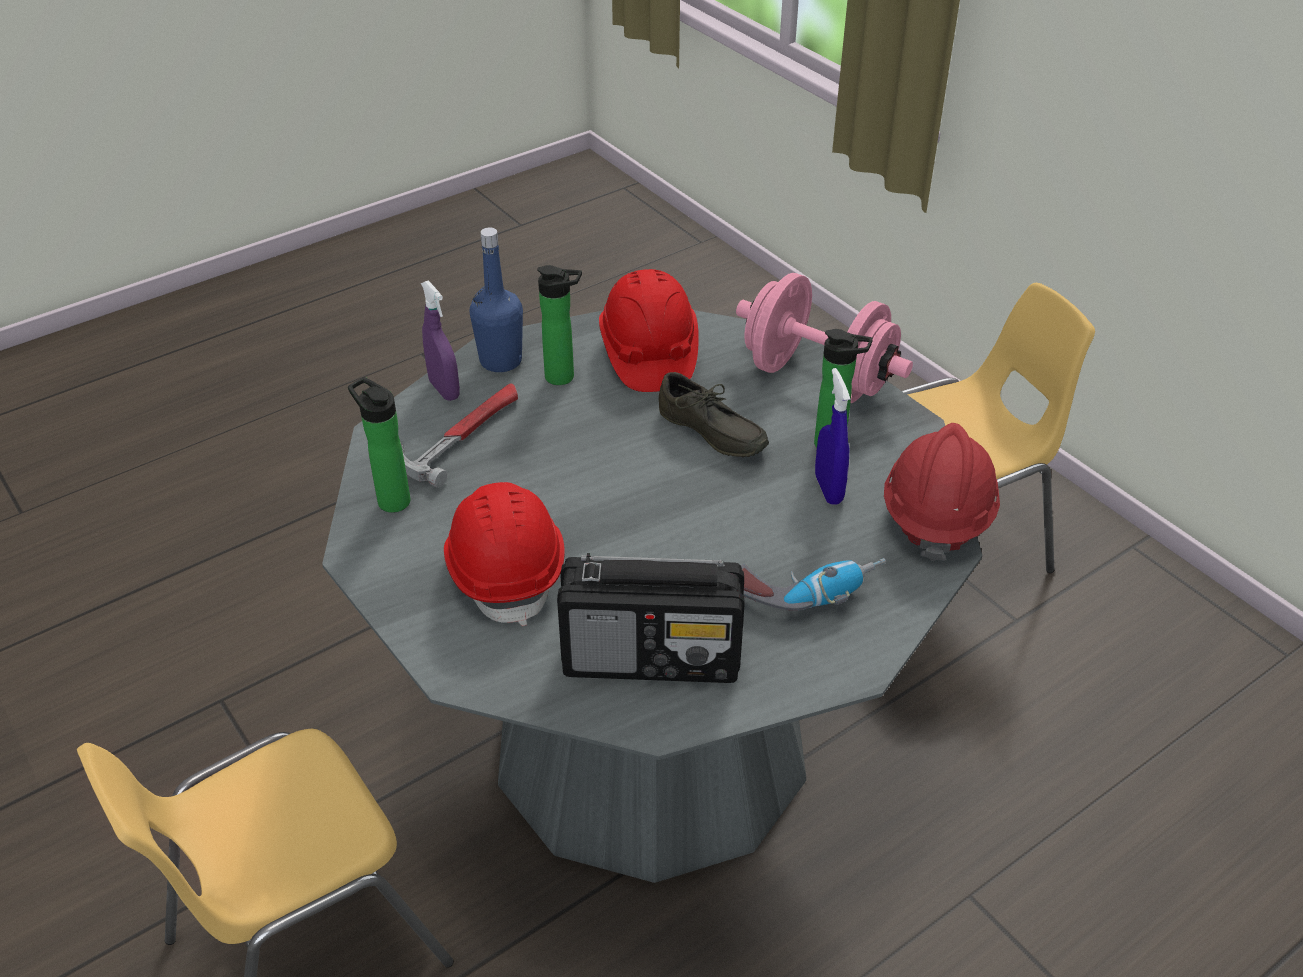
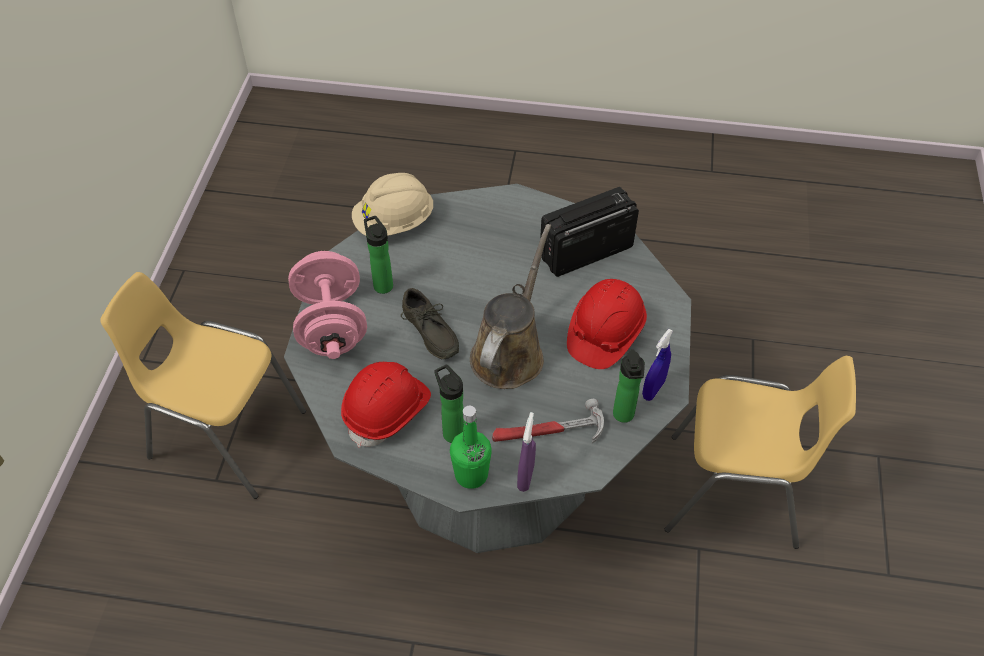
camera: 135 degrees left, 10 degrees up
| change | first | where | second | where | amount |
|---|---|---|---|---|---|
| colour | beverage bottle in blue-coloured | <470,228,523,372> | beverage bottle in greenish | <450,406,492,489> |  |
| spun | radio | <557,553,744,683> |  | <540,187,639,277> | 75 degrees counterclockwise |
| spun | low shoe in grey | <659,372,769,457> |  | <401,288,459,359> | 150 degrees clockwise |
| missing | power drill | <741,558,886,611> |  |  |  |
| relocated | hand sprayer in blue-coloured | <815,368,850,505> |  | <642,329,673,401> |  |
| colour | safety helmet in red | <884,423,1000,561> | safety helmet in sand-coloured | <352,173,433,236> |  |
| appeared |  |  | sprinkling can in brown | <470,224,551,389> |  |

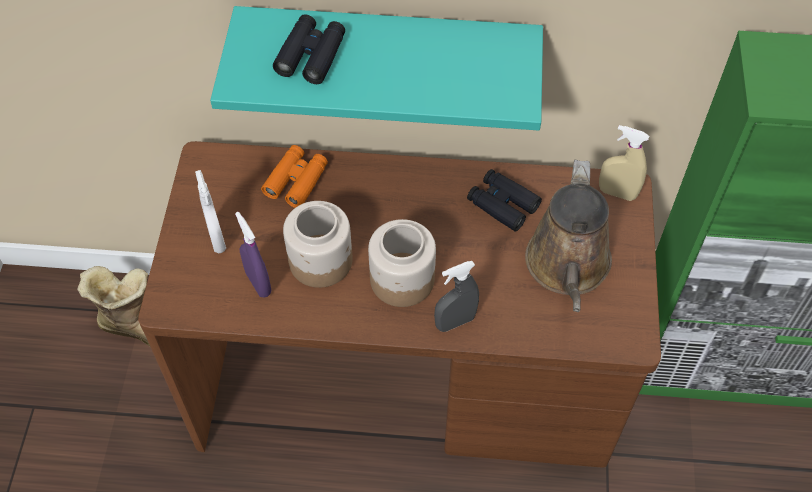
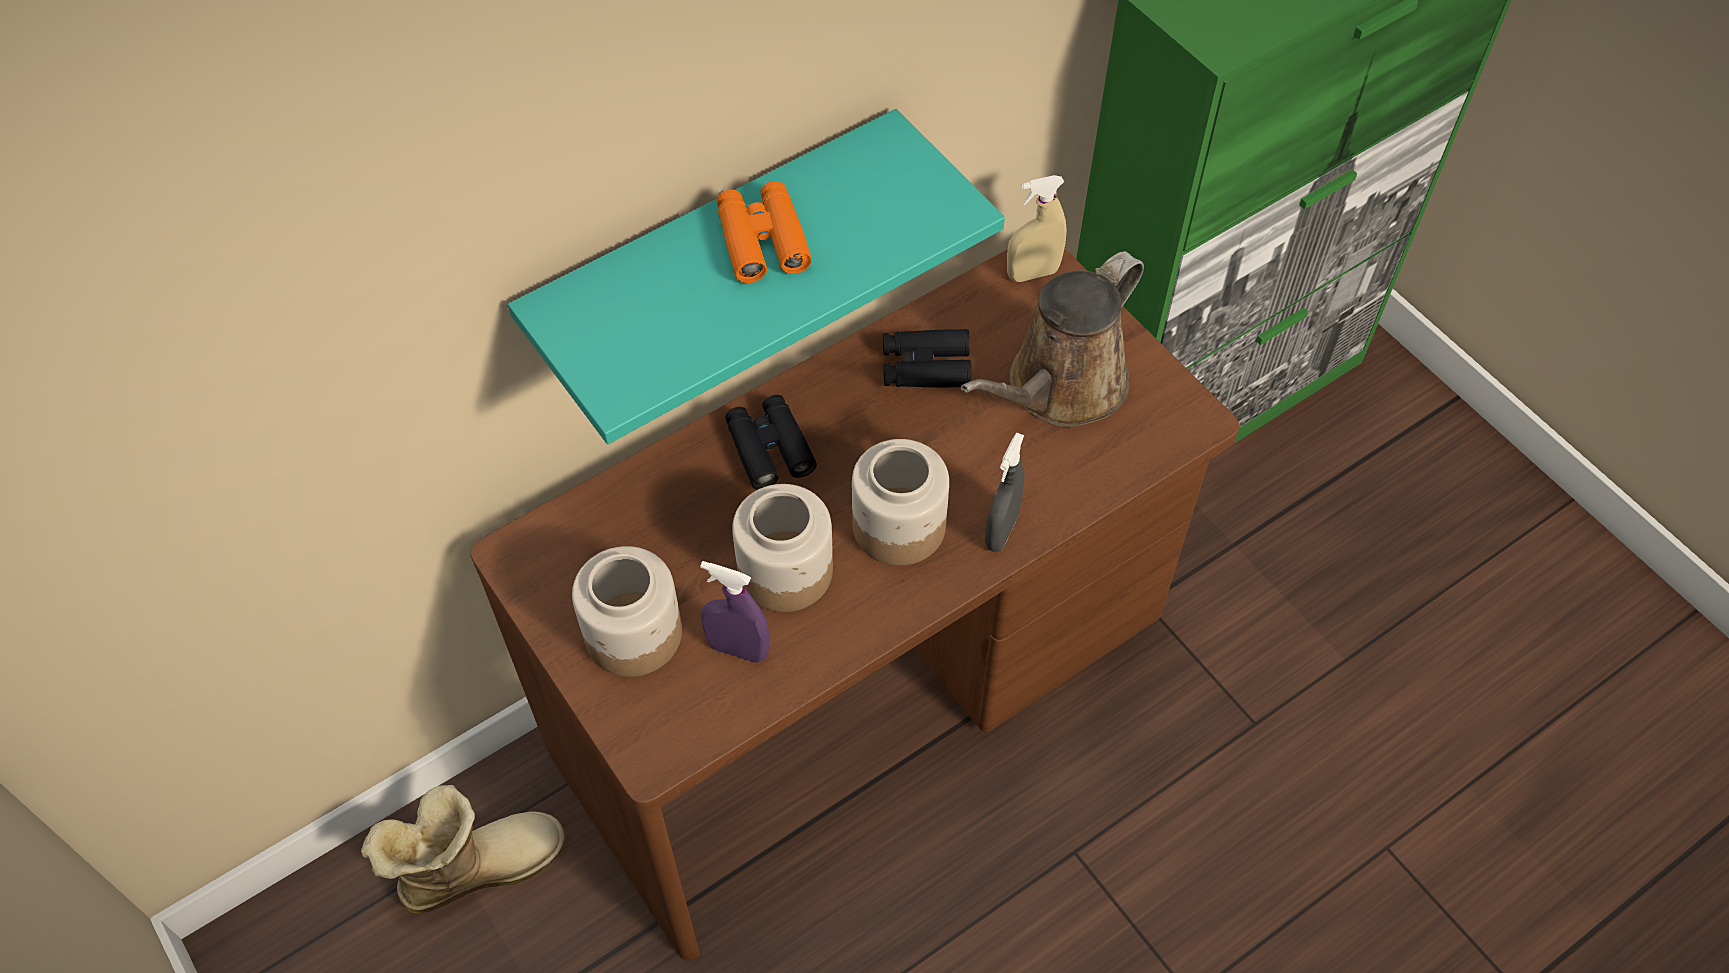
camera: 40 degrees left, 0 degrees up
| change | first | where | second | where | amount |
|---|---|---|---|---|---|
| exchanged | hand sprayer in white-coloured | <195,170,226,253> | preserve jar | <572,546,682,677> |  |
| relocated | pair of binoculars in orange | <261,145,328,208> |  | <716,181,812,283> |  |
| relocated | pair of binoculars in blackish | <273,14,345,84> |  | <725,395,817,490> |  |
| spun | sprinkling can in brown | <525,160,612,312> |  | <961,251,1144,427> | 75 degrees clockwise |

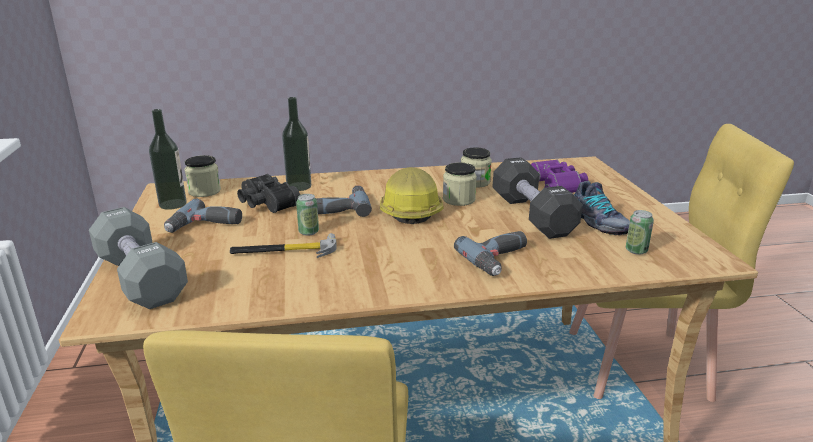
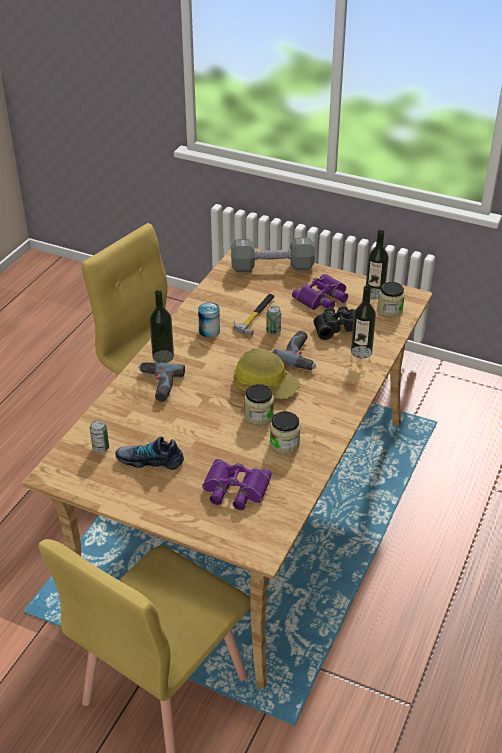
camera: 125 degrees right, 15 degrees up
| change | first | where | second | where | amount |
|---|---|---|---|---|---|
| exchanged | power drill | <164,198,242,233> | pair of binoculars in purplish | <292,274,348,310> |  |
| missing | hand weight in blackish | <493,157,583,239> |  |  |  |
| appeared |  |  | beverage bottle | <149,290,174,363> |  |
| appeared |  |  | sealed can | <198,302,220,338> |  |

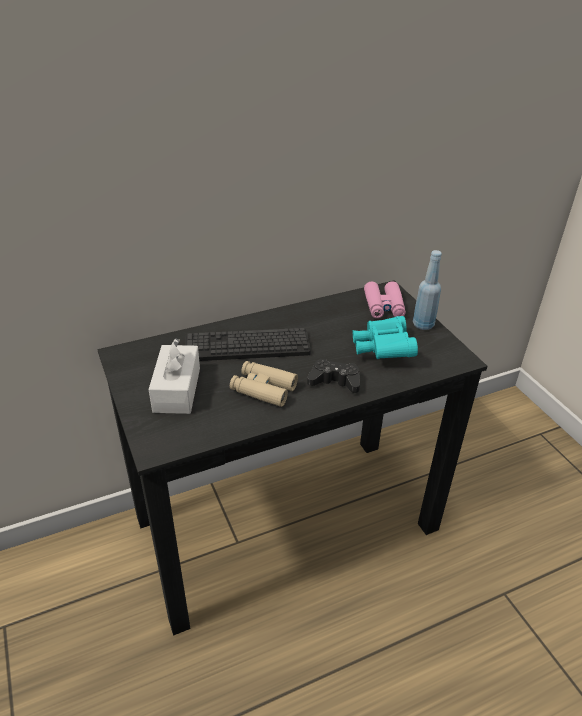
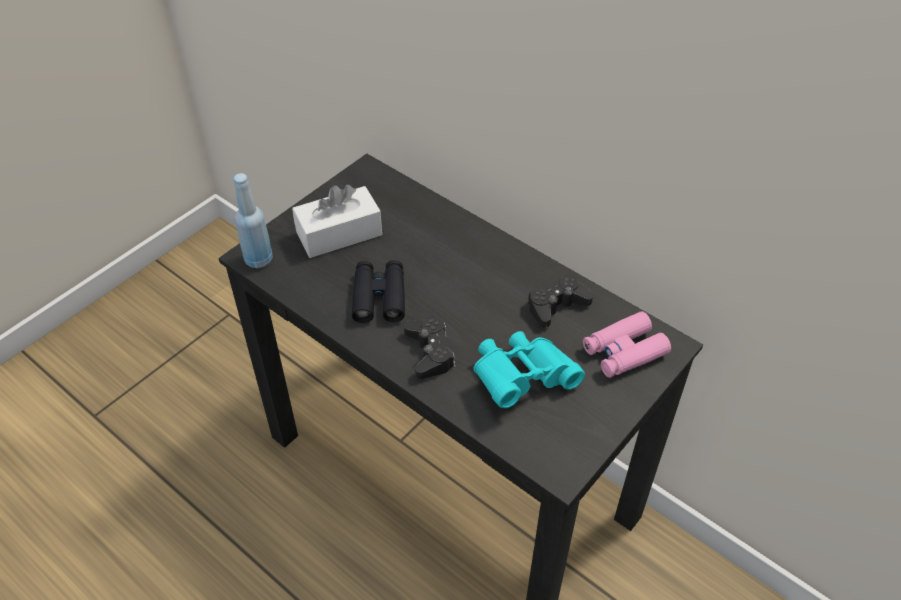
camera: 65 degrees right, 10 degrees up
| change | first | where | second | where | amount |
|---|---|---|---|---|---|
| missing | computer keyboard | <185,328,311,361> |  |  |  |
| colour | pair of binoculars in sand-coloured | <230,361,298,407> | pair of binoculars in blackish | <352,260,405,323> |  |
| relocated | beverage bottle in blue-coloured | <413,250,442,330> |  | <233,173,273,268> |  |
| appeared |  |  | game controller in blackish | <528,274,593,328> |  |

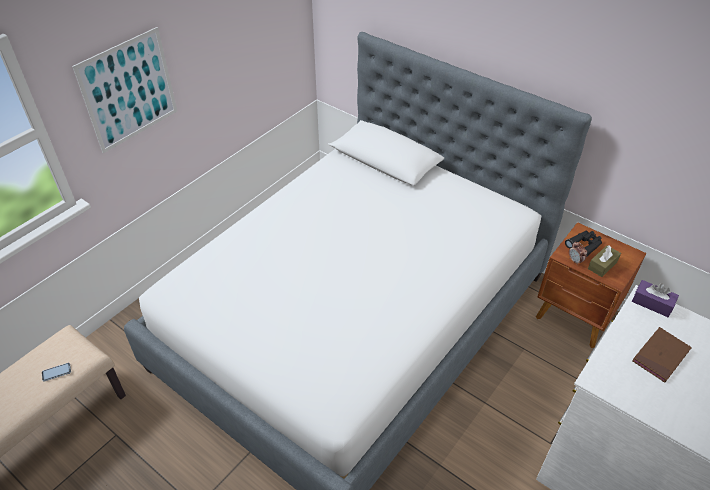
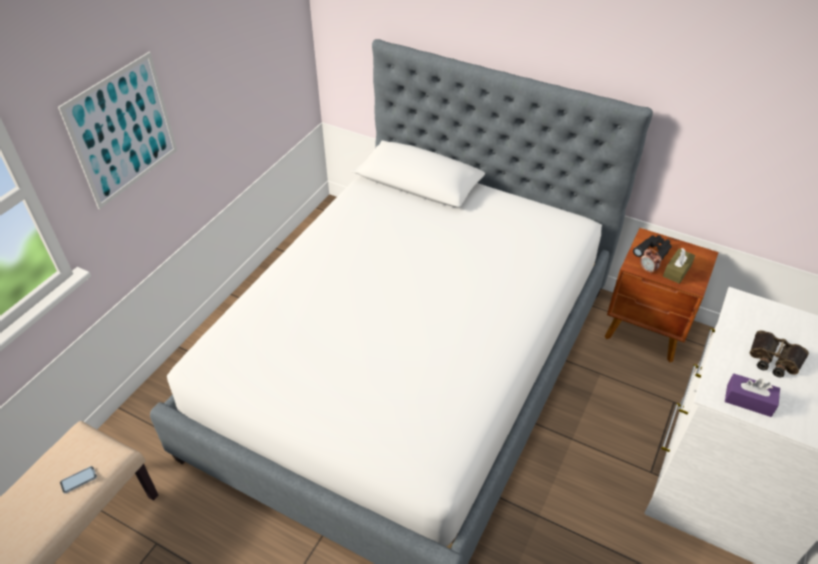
camera: 10 degrees left, 0 degrees up
| change | first | where | second | where | amount |
|---|---|---|---|---|---|
| relocated | tissue holder in purplish | <632,280,679,317> |  | <725,374,780,417> |  |
| exchanged | book in brown | <632,327,692,382> | pair of binoculars | <750,330,809,377> |  |

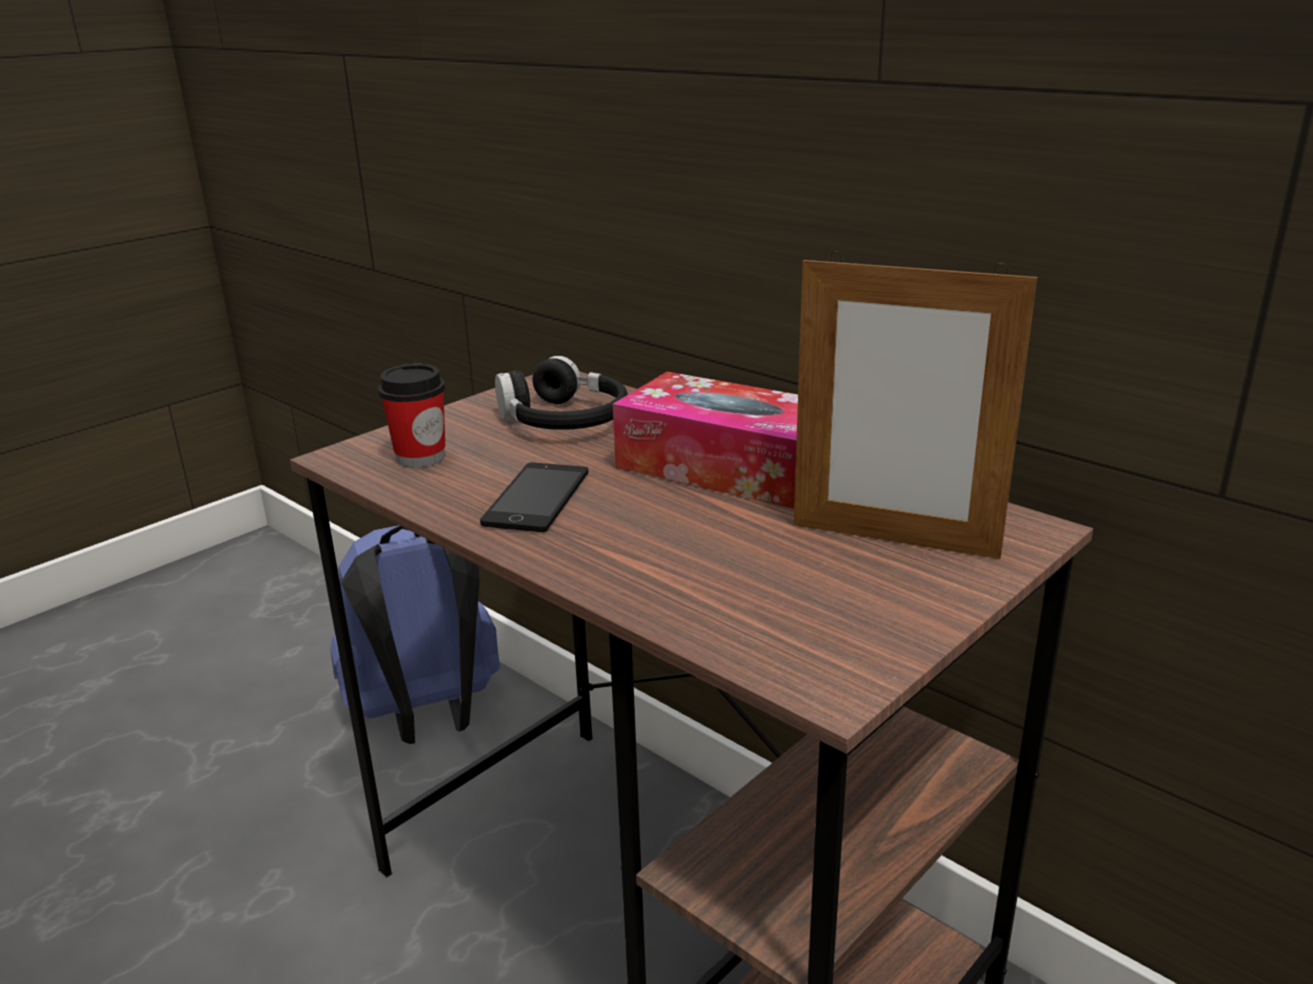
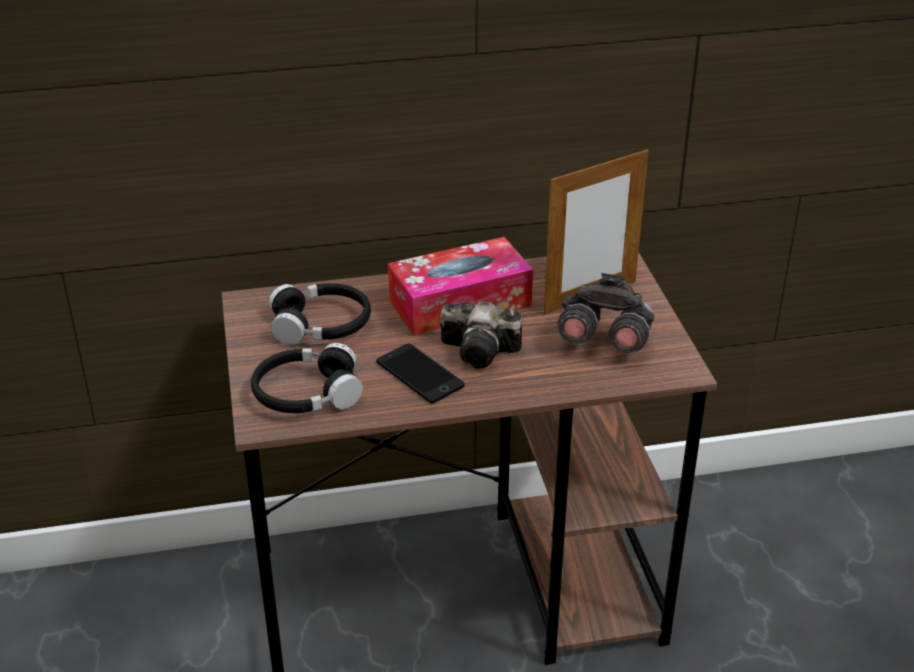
camera: 55 degrees left, 10 degrees up
| change | first | where | second | where | amount |
|---|---|---|---|---|---|
| missing | knapsack in blue-coloured | <330,525,500,744> |  |  |  |
| exchanged | drinking cup | <378,364,445,467> | headset in blackish | <251,343,363,413> |  |
| appeared |  |  | still camera | <440,301,522,369> |  |
| appeared |  |  | pair of binoculars in grey | <557,273,655,354> |  |

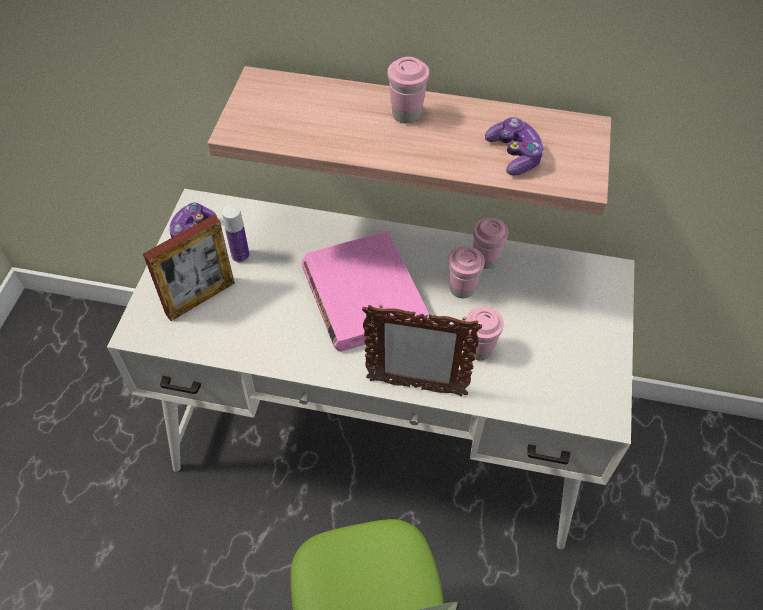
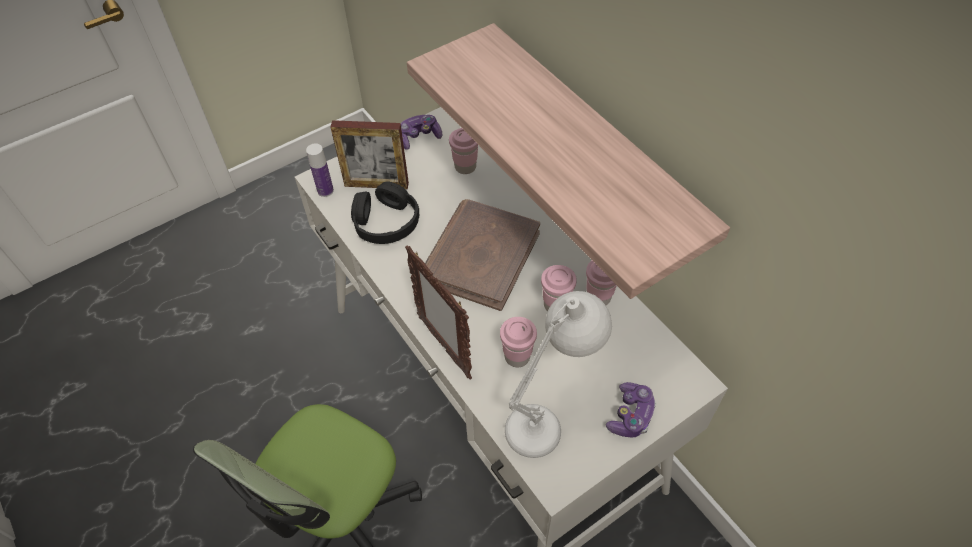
camera: 45 degrees right, 0 degrees up
| change | first | where | second | where | amount |
|---|---|---|---|---|---|
| relocated | beverage bottle | <222,205,250,263> |  | <306,143,334,197> |  |
| colour | book in pink-coloured | <302,231,429,351> | book in brown | <425,199,540,311> |  |
| relocated | drinking cup in pink-coloured | <388,57,429,124> |  | <449,128,478,174> |  |
| relocated | game controller | <485,117,545,176> |  | <606,382,656,437> |  |
| appeared |  |  | headset in blackish | <351,181,419,244> |  |
| appeared |  |  | tabletop lamp in white-coloured | <505,291,612,458> |  |

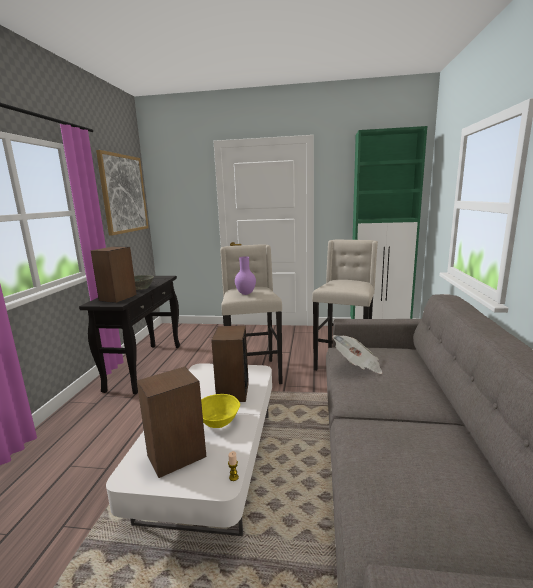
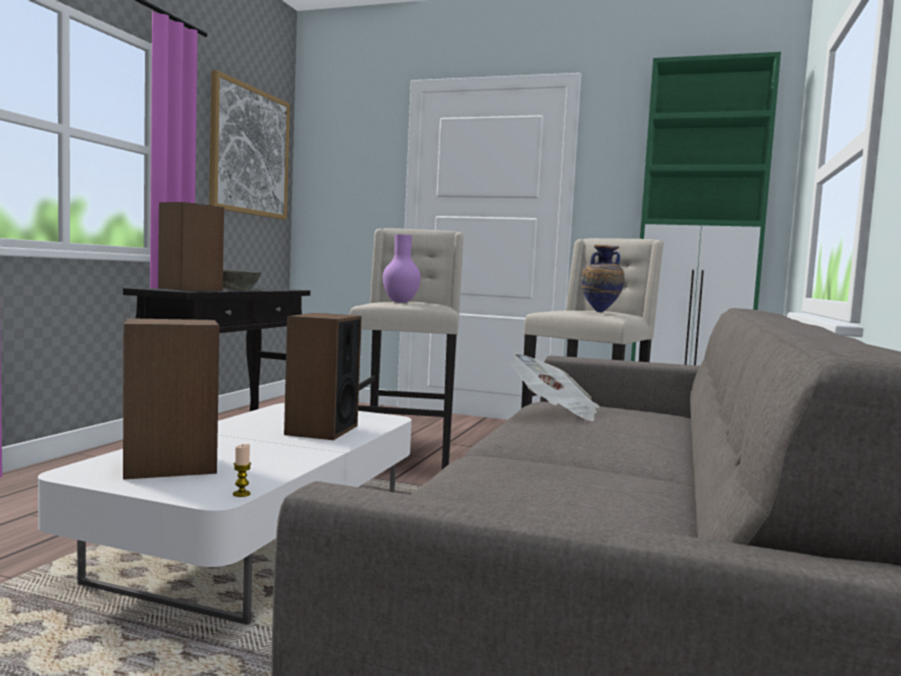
camera: 10 degrees right, 10 degrees down
| change | first | where | second | where | amount |
|---|---|---|---|---|---|
| missing | deep dish in yellow | <201,394,240,428> |  |  |  |
| appeared |  |  | vase | <581,245,625,313> |  |

